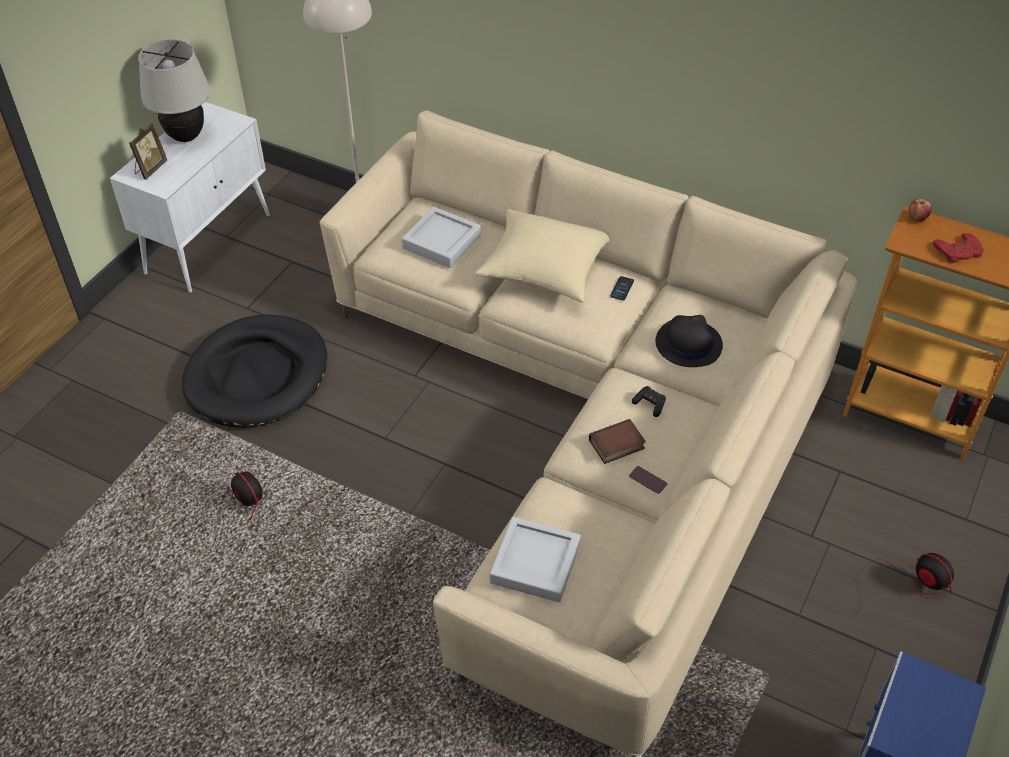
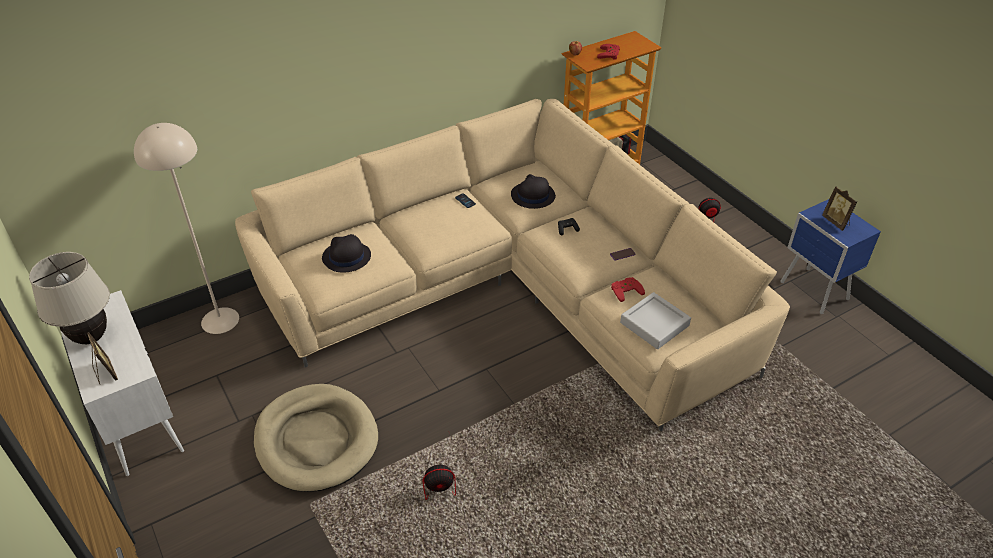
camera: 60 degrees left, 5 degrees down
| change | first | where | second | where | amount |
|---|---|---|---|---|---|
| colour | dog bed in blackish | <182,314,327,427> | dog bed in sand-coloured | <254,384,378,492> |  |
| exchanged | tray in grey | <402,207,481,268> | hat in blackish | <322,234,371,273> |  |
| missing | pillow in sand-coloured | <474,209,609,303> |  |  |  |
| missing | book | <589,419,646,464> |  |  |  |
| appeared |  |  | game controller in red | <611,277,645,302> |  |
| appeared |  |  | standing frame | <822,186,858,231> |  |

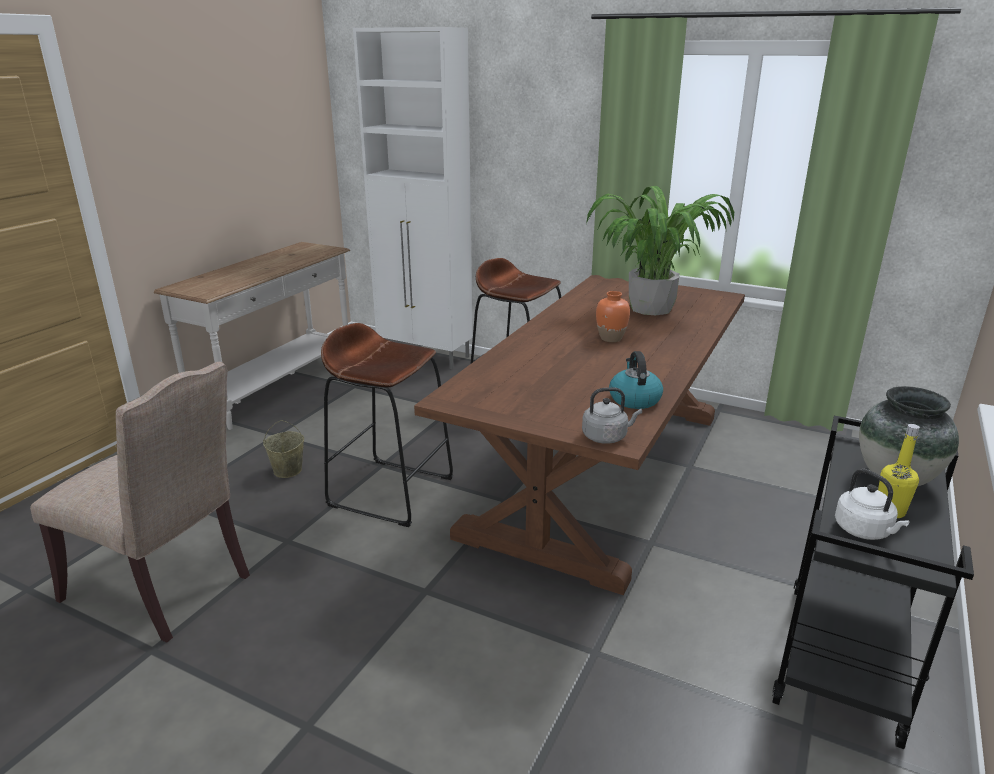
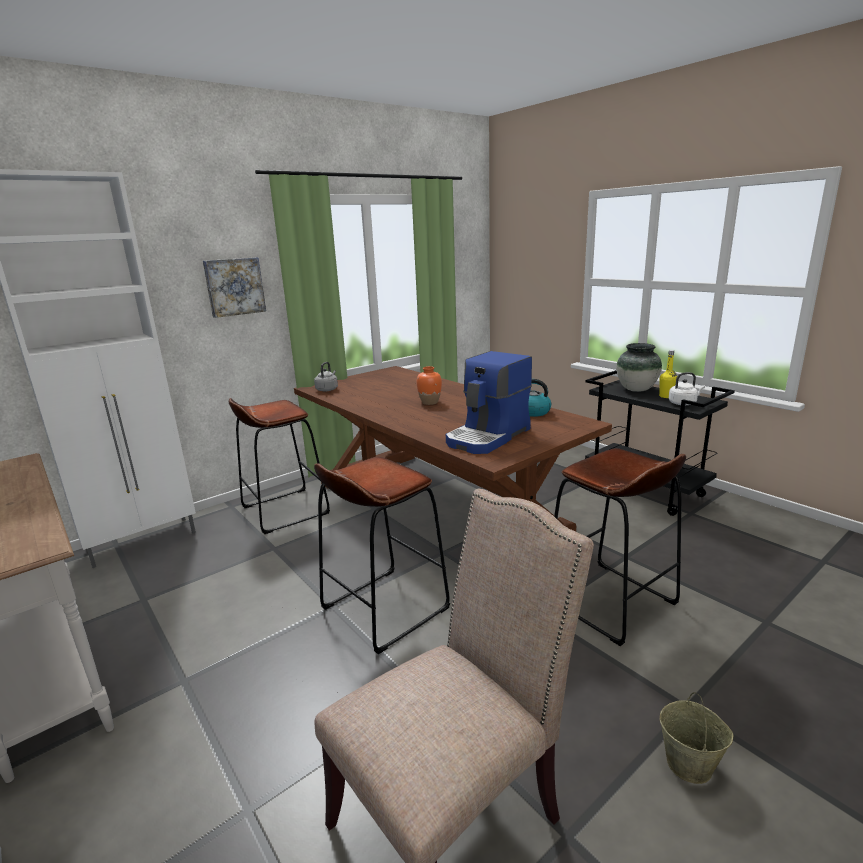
camera: 65 degrees left, 5 degrees down
| change | first | where | second | where | amount |
|---|---|---|---|---|---|
| relocated | pail in sand-coloured | <263,420,304,478> |  | <660,692,734,784> |  |
| relocated | kettle in grey | <582,387,642,444> |  | <314,362,338,391> |  |
| missing | potted plant | <586,186,734,315> |  |  |  |
| appeared |  |  | picture | <203,257,266,318> |  |
| appeared |  |  | coffee brewer | <446,351,532,454> |  |
| appeared |  |  | stool seat in brown | <554,448,686,646> |  |

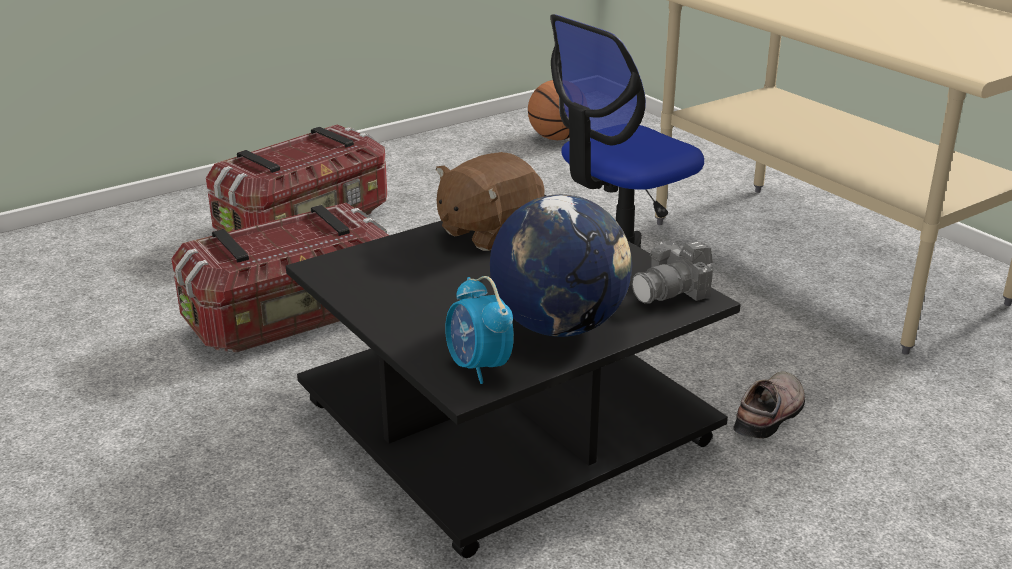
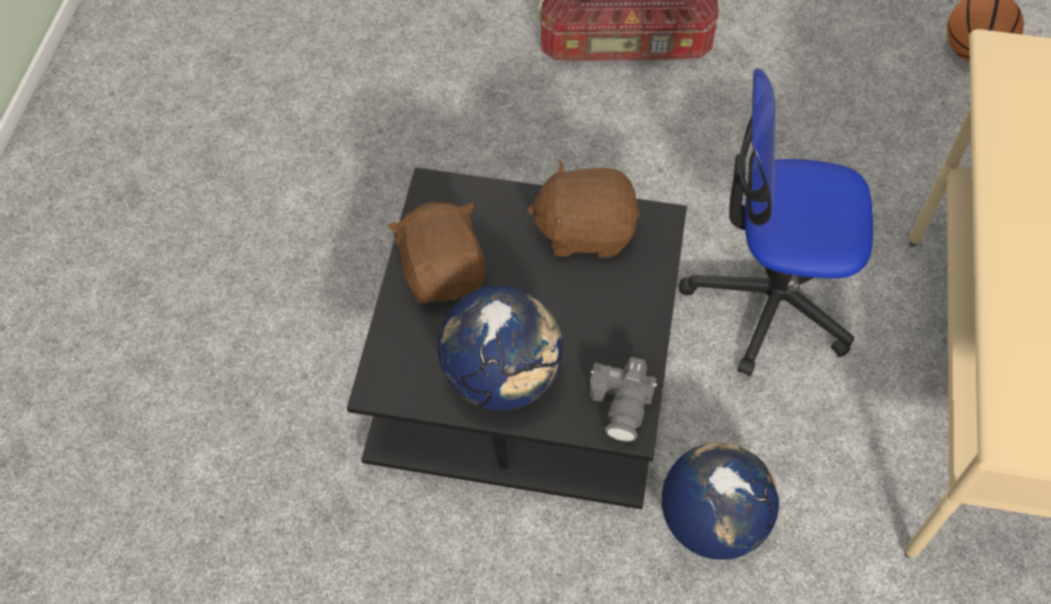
camera: 45 degrees right, 30 degrees up
| change | first | where | second | where | amount |
|---|---|---|---|---|---|
| missing | storage bin | <171,203,389,353> |  |  |  |
| missing | alarm clock | <445,276,514,384> |  |  |  |
| spun | still camera | <632,241,713,304> |  | <590,357,657,442> | 90 degrees counterclockwise |
| exchanged | low shoe | <733,371,805,438> | desk globe | <662,442,779,560> |  |
| appeared |  |  | cuddly toy in brown | <388,202,486,303> |  |

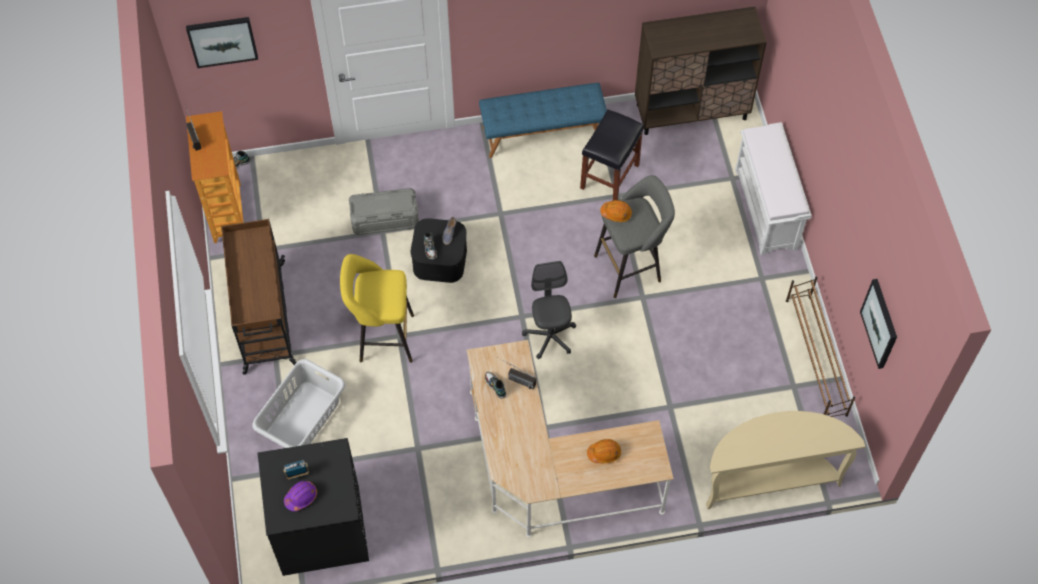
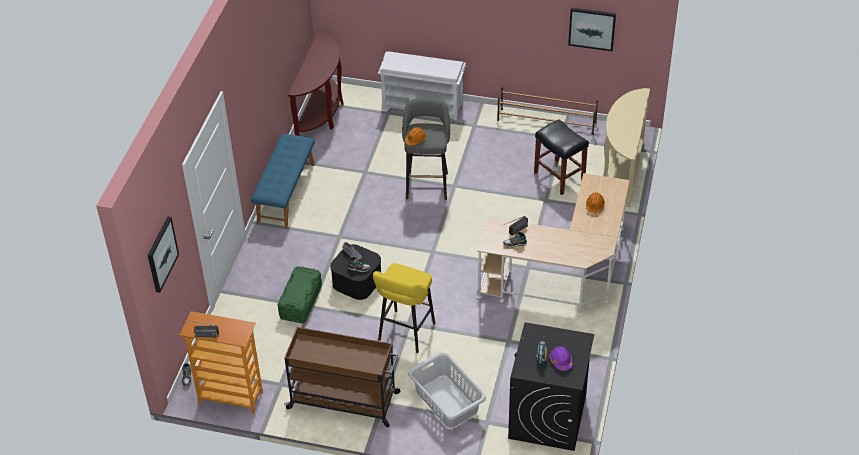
camera: 65 degrees left, 15 degrees down
| change | first | where | second | where | amount |
|---|---|---|---|---|---|
| colour | storage bin in grey | <349,188,419,235> | storage bin in greenish | <278,266,322,324> |  |
| missing | computer chair in grey | <522,261,576,359> |  |  |  |
| relocated | stool seat in blackish | <580,109,644,200> |  | <534,119,589,195> |  |
| exchanged | cabinet in brown | <635,7,767,135> | console table in brown | <288,31,343,136> |  |

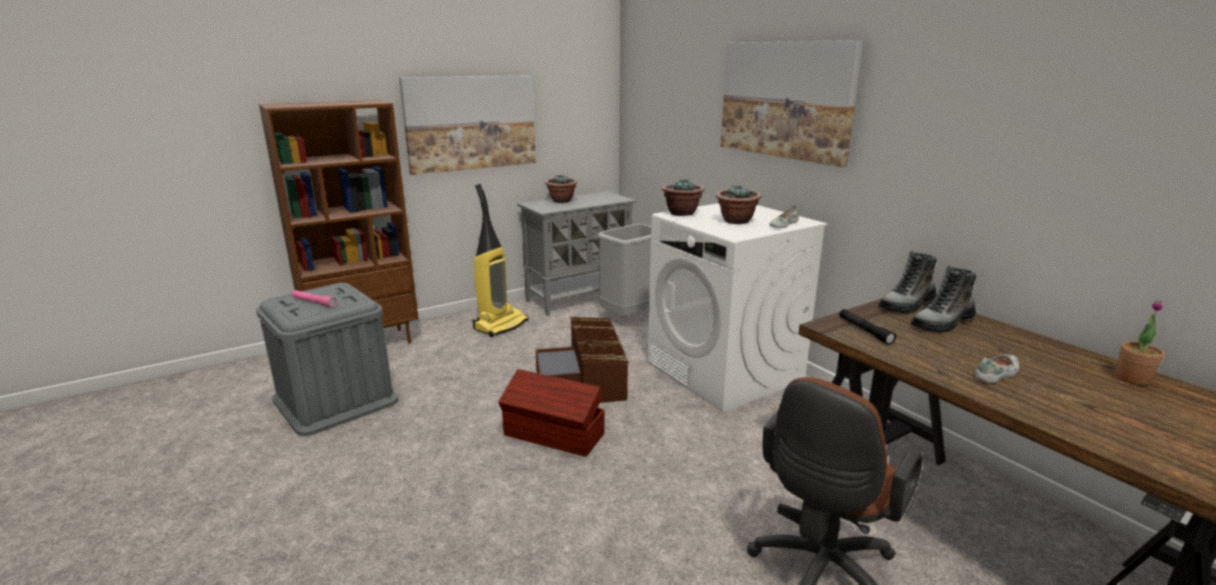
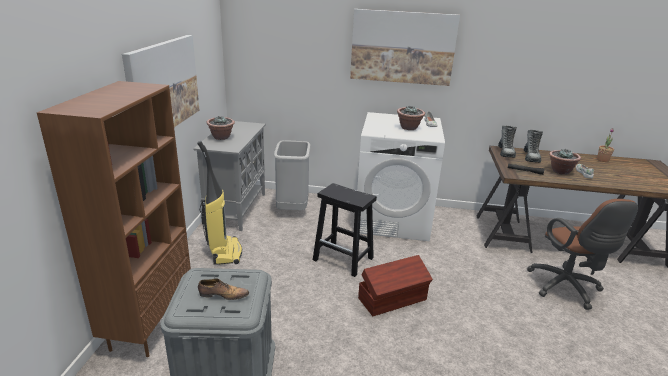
camera: 50 degrees left, 5 degrees up
| change | first | where | second | where | amount |
|---|---|---|---|---|---|
| exchanged | flashlight in pink-coloured | <292,290,337,308> | low shoe | <198,278,249,300> |  |
| exchanged | storage bin in brown | <535,317,629,403> | stool seat in blackish | <313,183,377,277> |  |
| relocated | potted plant | <662,178,705,216> |  | <549,148,581,175> |  |

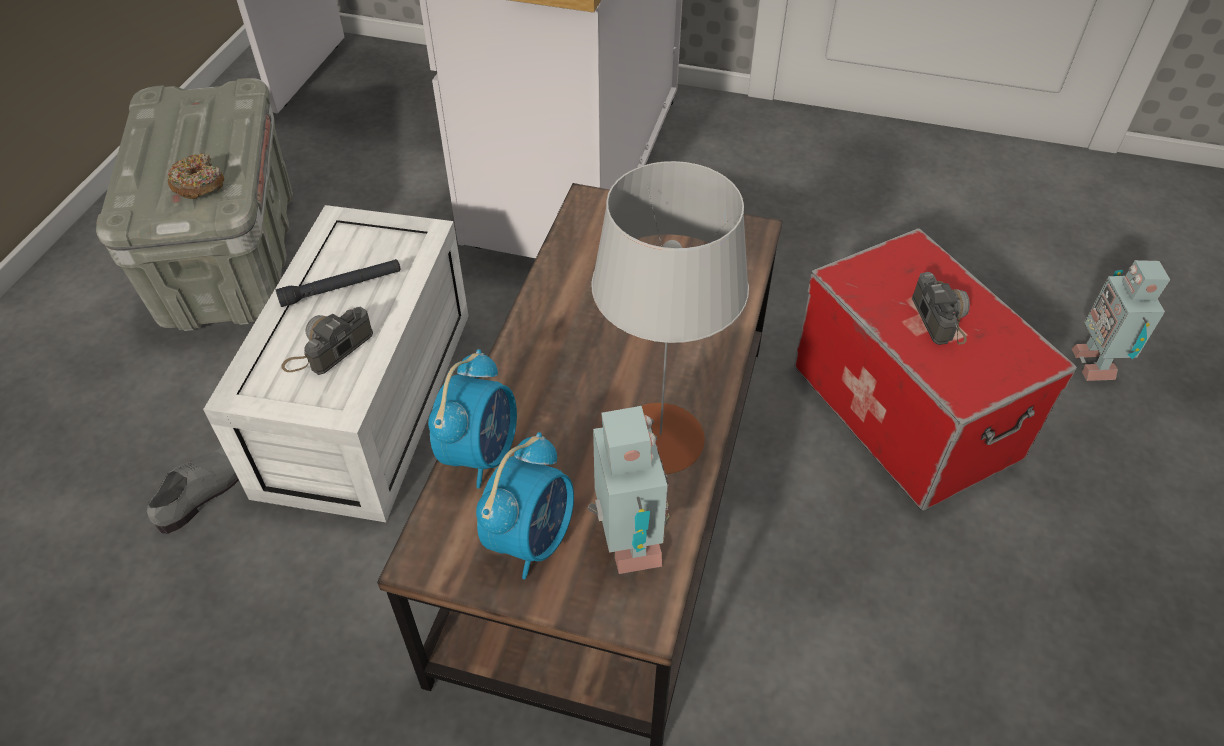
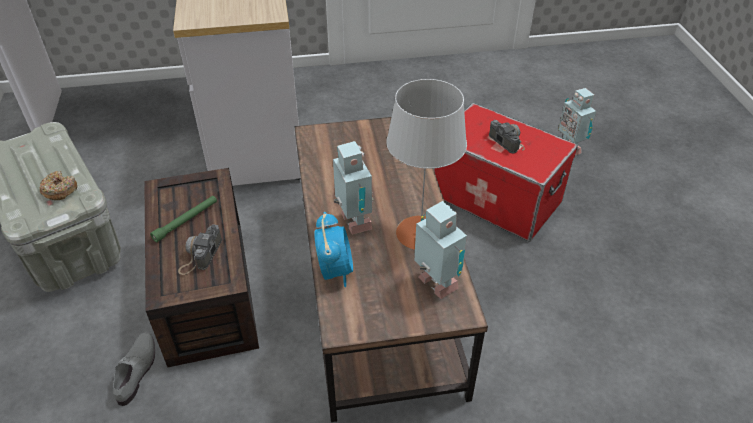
camera: 25 degrees left, 5 degrees down
| change | first | where | second | where | amount |
|---|---|---|---|---|---|
| colour | storage bin in white-coloured | <203,205,468,522> | storage bin in brown | <144,168,259,367> |  |
| colour | flashlight in blackish | <276,259,401,307> | flashlight in greenish | <150,196,217,242> |  |
| missing | alarm clock | <476,432,574,579> |  |  |  |
| appeared |  |  | robot figure | <333,141,373,235> |  |

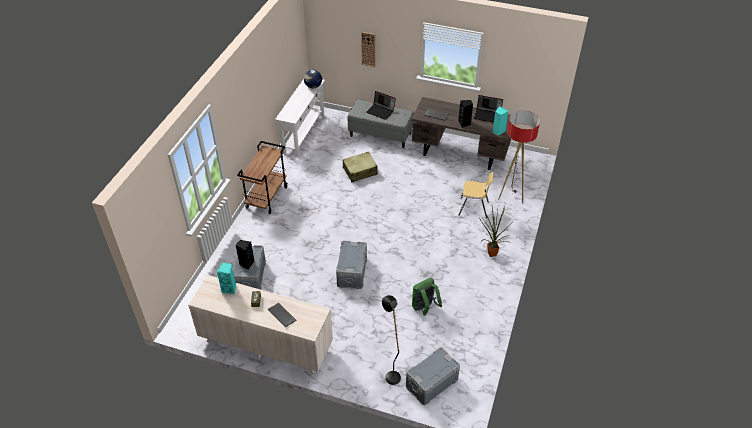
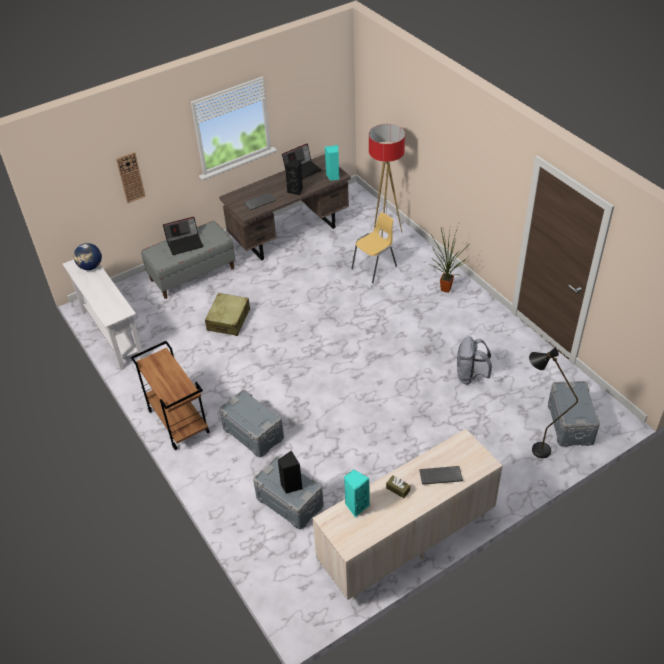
camera: 50 degrees left, 0 degrees up
| change | first | where | second | where | amount |
|---|---|---|---|---|---|
| relocated | storage bin in grey | <336,241,367,289> |  | <219,390,284,457> |  |
| colour | knapsack in greenish | <412,278,442,316> | knapsack in grey | <457,336,492,385> |  |

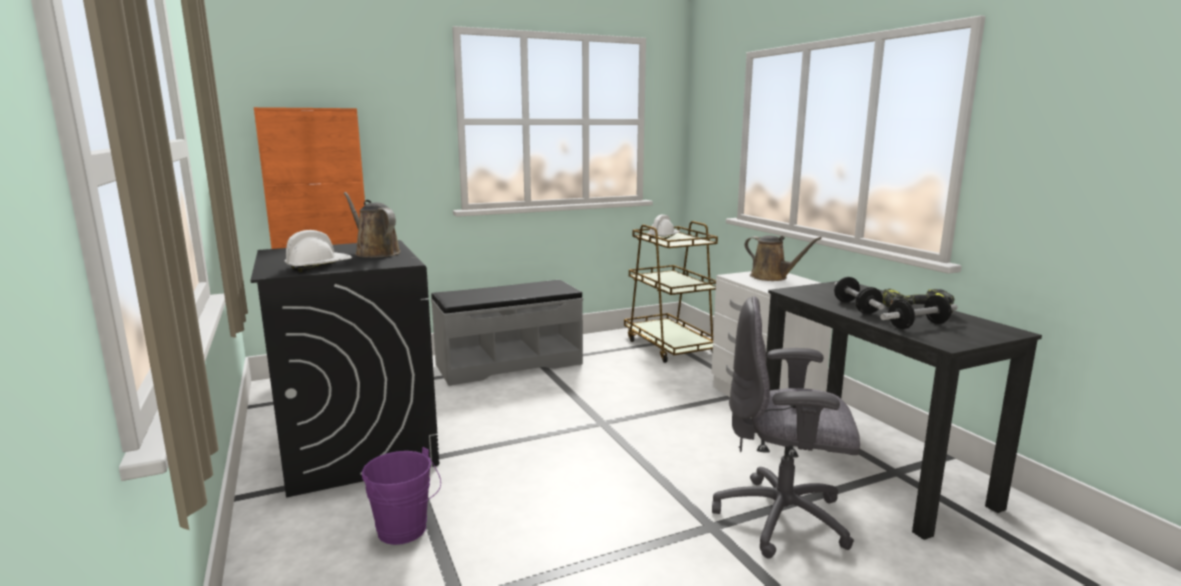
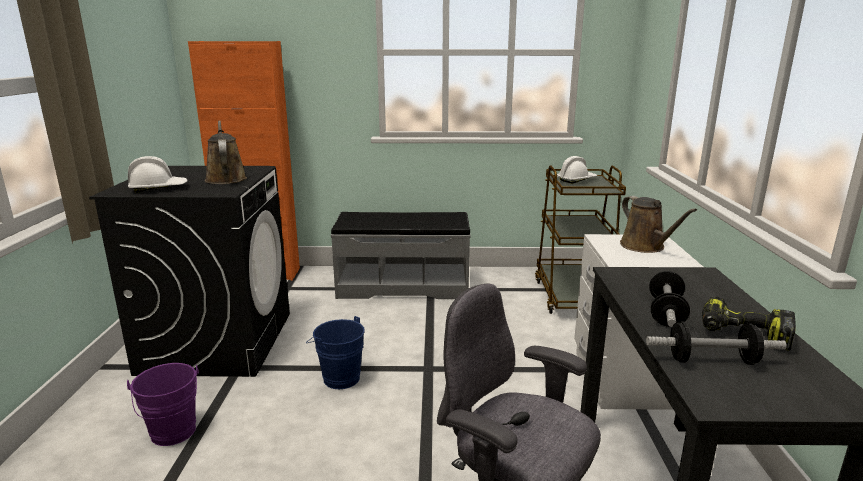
camera: 25 degrees right, 5 degrees up
| change | first | where | second | where | amount |
|---|---|---|---|---|---|
| appeared |  |  | pail in blue-coloured | <306,316,365,389> |  |

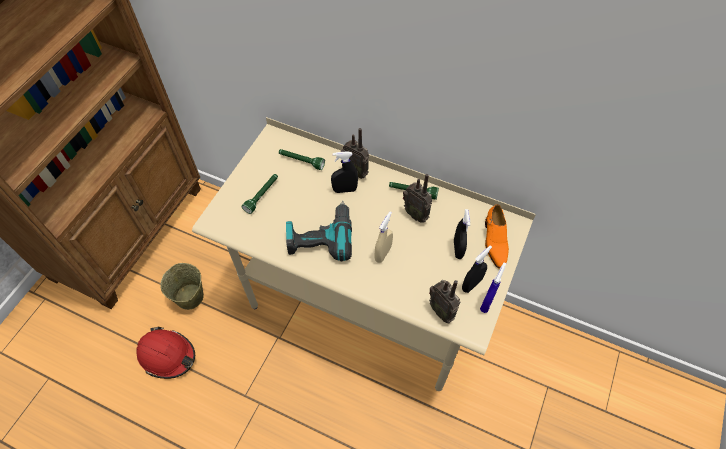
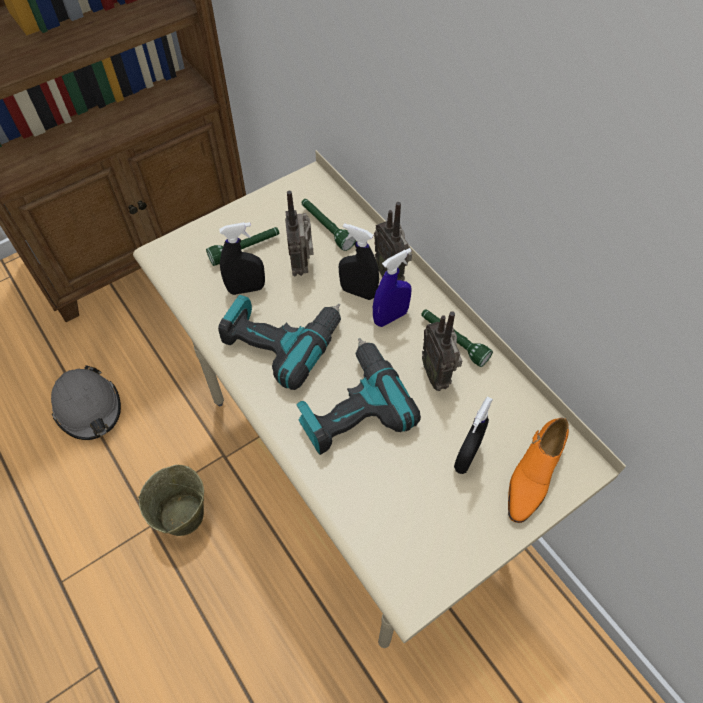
camera: 30 degrees right, 0 degrees up
| change | first | where | second | where | amount |
|---|---|---|---|---|---|
| colour | safety helmet in red | <136,327,195,379> | safety helmet in grey | <51,365,121,440> |  |
| relocated | pail in sand-coloured | <160,263,204,310> |  | <138,465,204,536> |  |
| exchanged | hand sprayer in sand-coloured | <375,212,393,263> | power drill | <296,338,421,455> |  |
| relocated | radio | <429,280,461,324> |  | <285,191,314,276> |  |
| relocated | hand sprayer in blackish | <462,245,492,293> |  | <219,222,265,295> |  |
| relocated | hand sprayer in blue-coloured | <480,262,506,313> |  | <373,248,412,327> |  |

